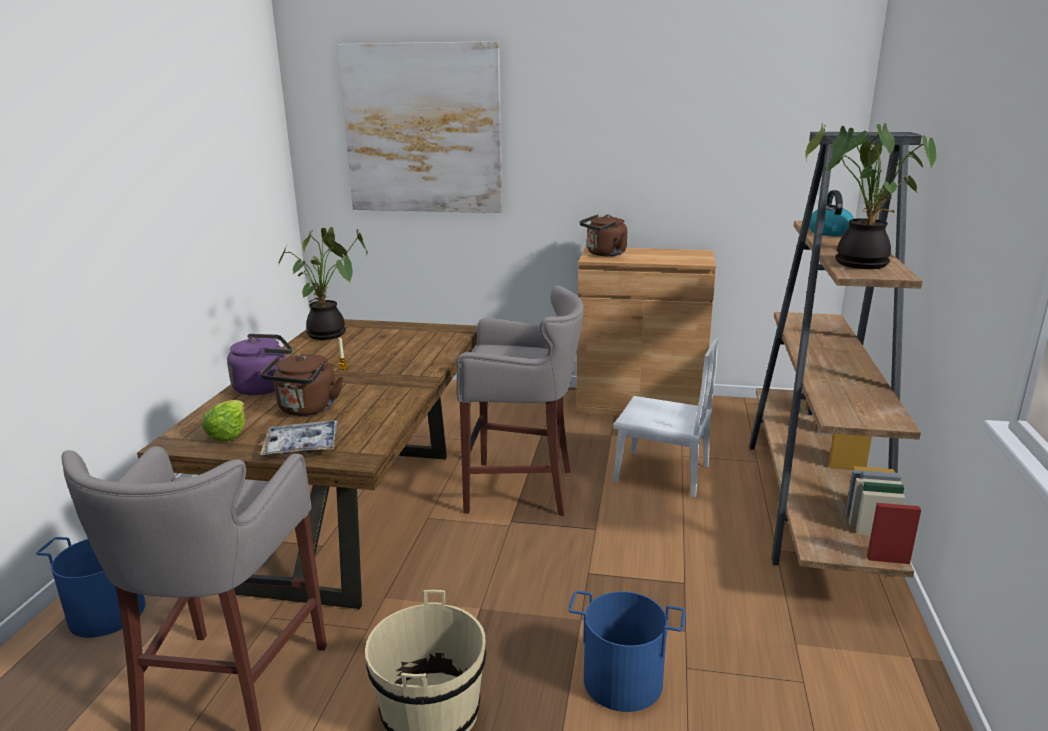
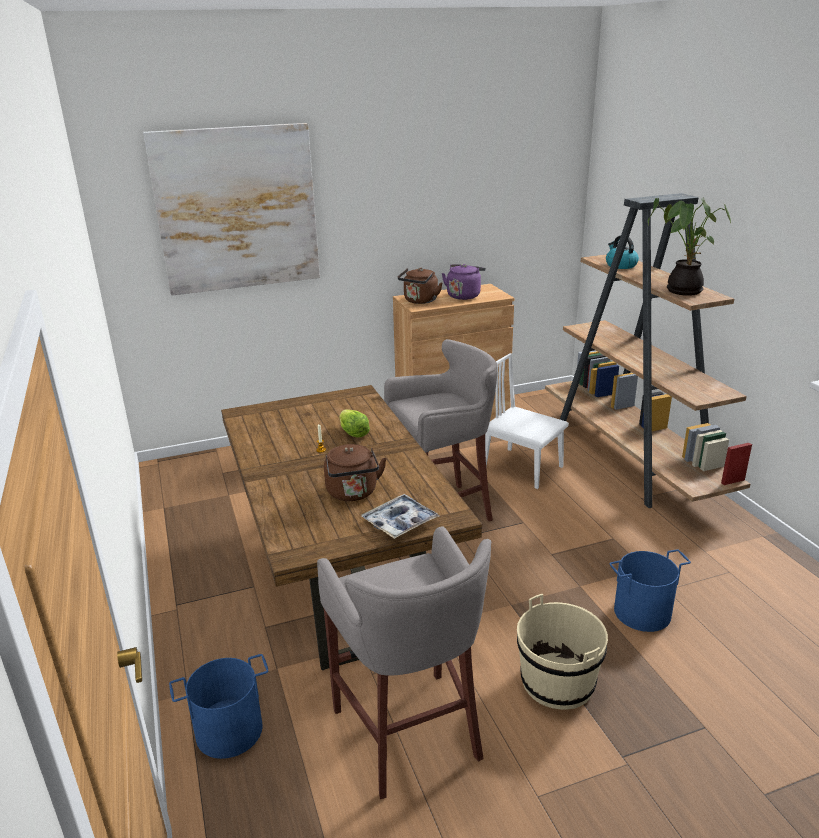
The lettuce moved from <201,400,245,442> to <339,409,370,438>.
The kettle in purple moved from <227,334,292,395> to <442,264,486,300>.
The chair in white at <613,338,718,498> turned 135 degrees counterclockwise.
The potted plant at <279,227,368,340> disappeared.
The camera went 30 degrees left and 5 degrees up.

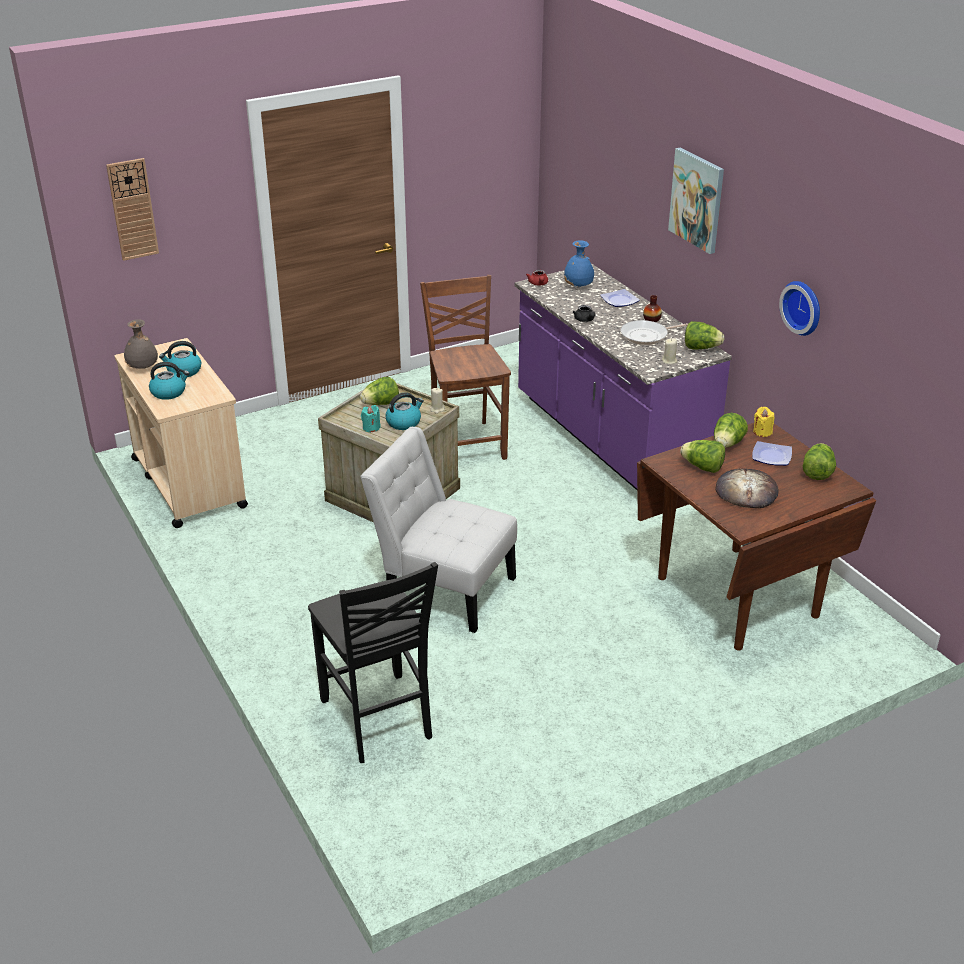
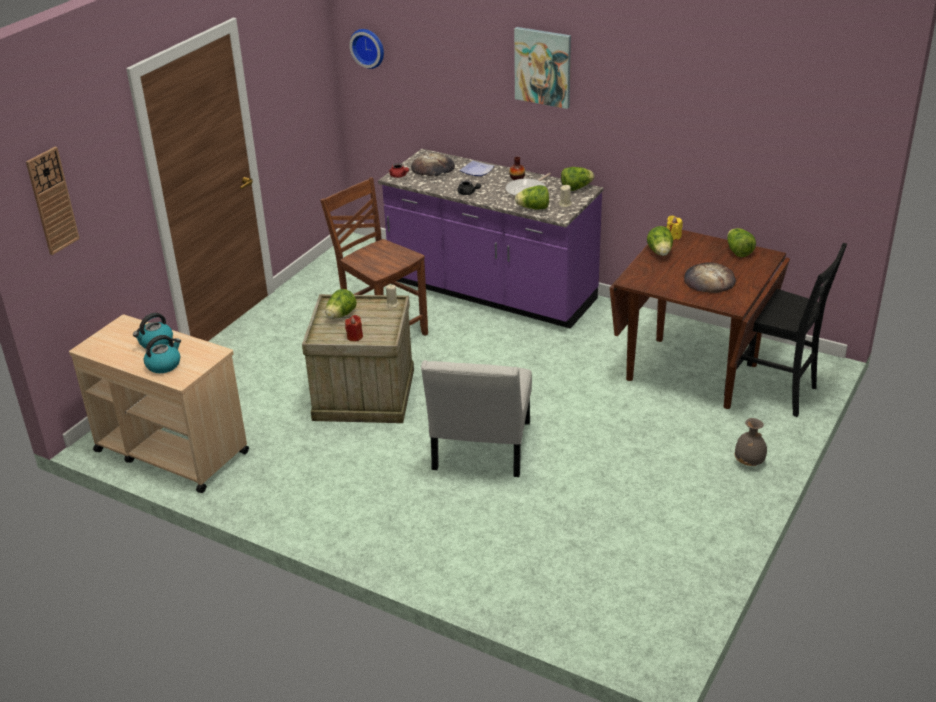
The candle in turquoise at <361,405,381,433> became the candle in red at <345,315,363,341>.
The wall clock moved from <779,281,820,336> to <349,29,384,69>.
The vase in blue at <564,240,594,287> was replaced by the bread at <411,153,455,176>.
The chair in white at <360,427,517,633> turned 75 degrees counterclockwise.
The lettuce moved from <680,440,725,473> to <515,185,549,210>.
The chair in black moved from <308,562,438,763> to <724,243,847,417>.
The vase in grey moved from <124,319,158,369> to <734,418,767,466>.
The kettle at <385,392,424,430> disappeared.
The plate at <752,441,792,466> disappeared.
The camera went 30 degrees left and 0 degrees up.

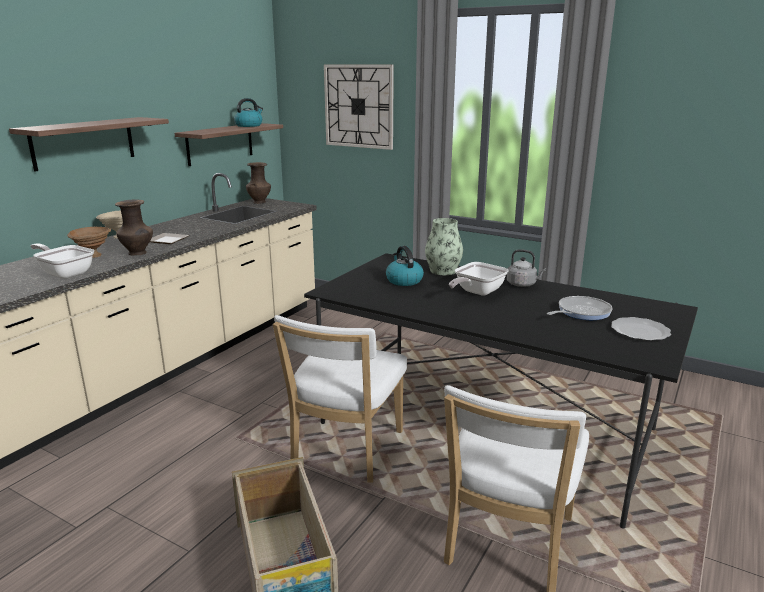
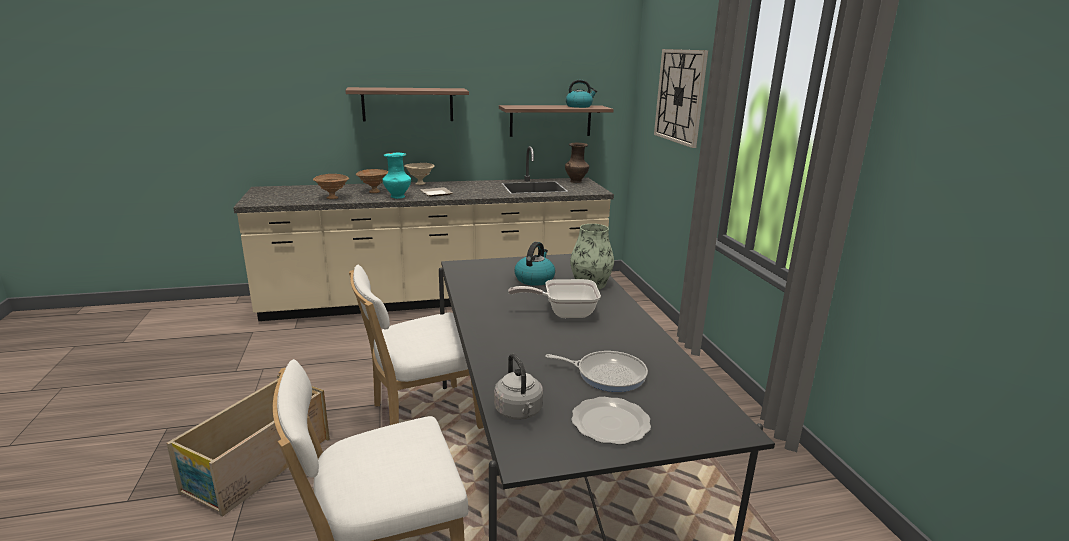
The frying pan at <31,243,94,279> was replaced by the bowl in brown at <313,174,349,199>.
The vase in brown at <115,200,153,255> became the vase in turquoise at <382,152,411,199>.
The kettle in grey moved from <507,249,546,287> to <494,354,543,420>.
The camera went 45 degrees right and 0 degrees up.

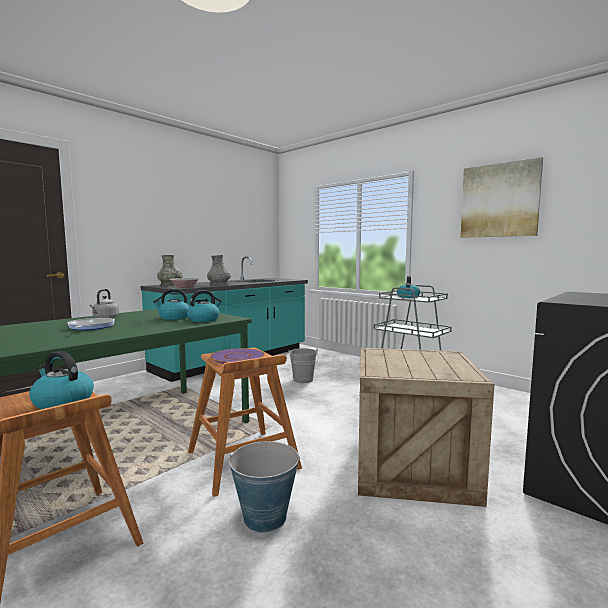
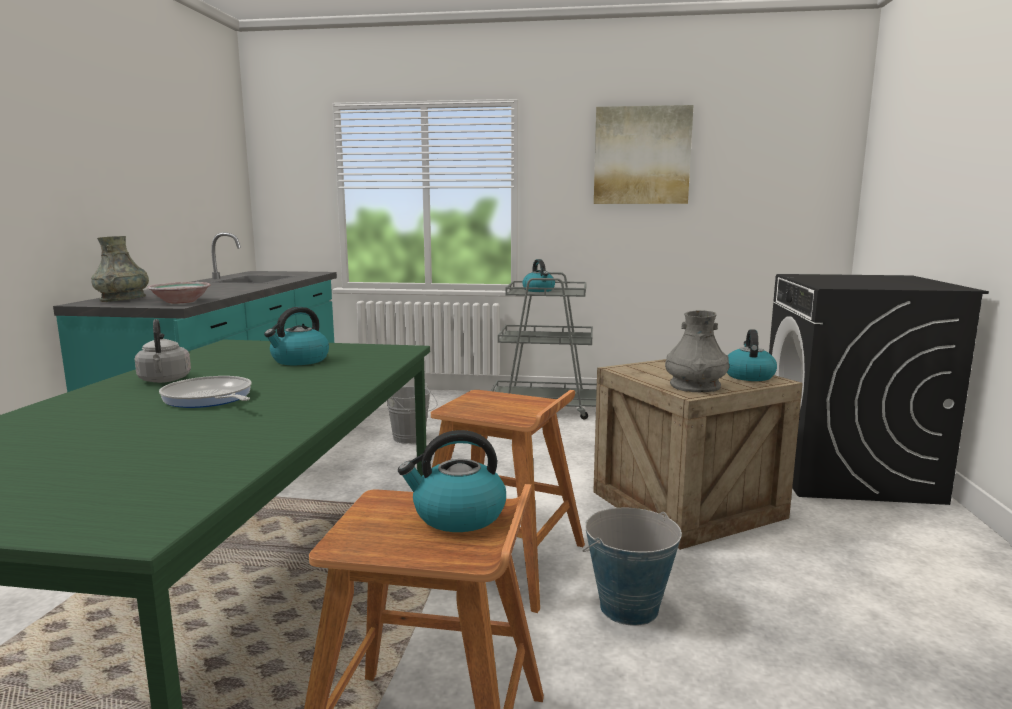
The vase in grey moved from <207,255,231,286> to <665,310,729,392>.
The kettle moved from <187,290,222,322> to <727,329,777,381>.
The plate in purple at <210,348,265,364> disappeared.
The camera went 35 degrees left and 5 degrees up.

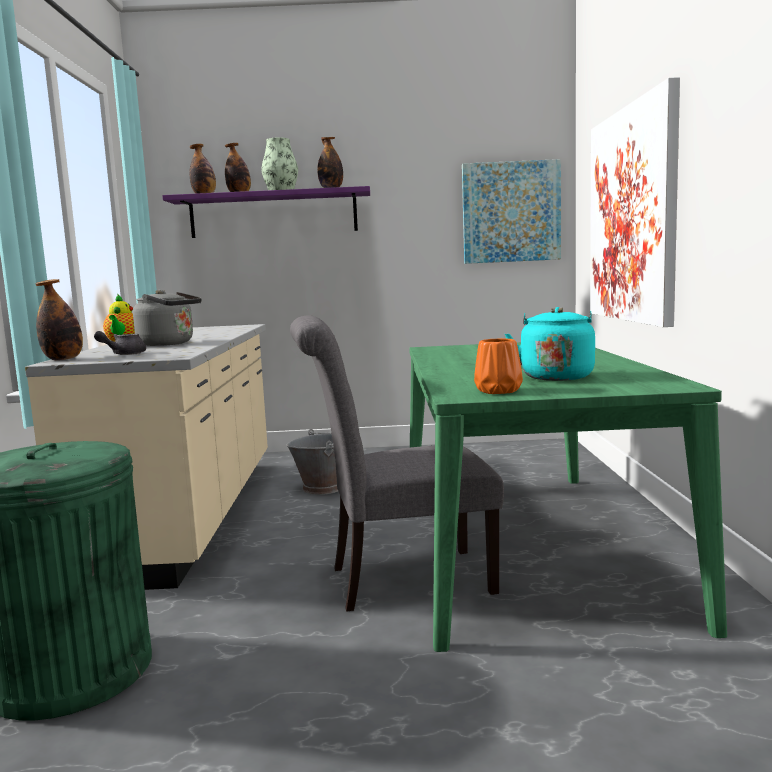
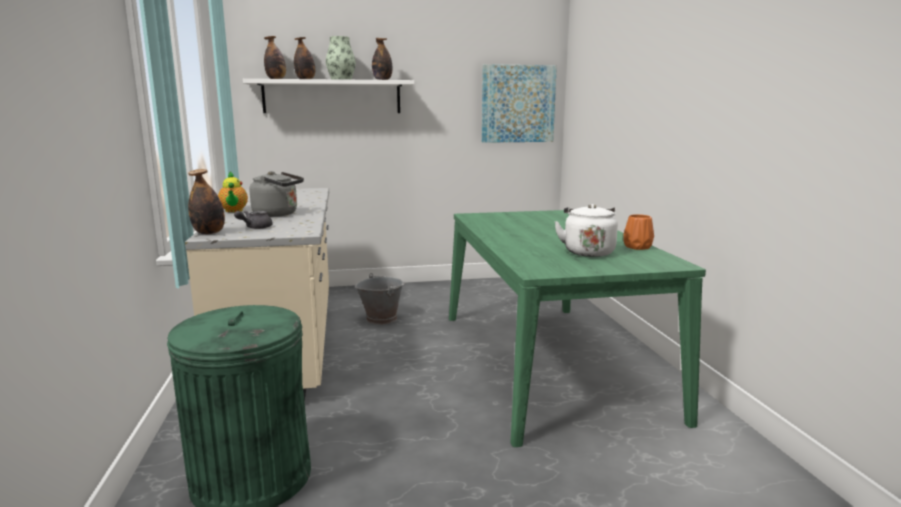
The shelf in purple at <162,186,370,238> became the shelf in white at <243,79,415,113>.
The kettle in turquoise at <505,307,595,381> became the kettle in white at <554,204,618,257>.
The vase in orange moved from <474,338,523,394> to <623,214,654,250>.
The chair in grey at <290,315,504,612> disappeared.
The picture at <590,77,680,327> disappeared.
The camera went 10 degrees left and 5 degrees up.

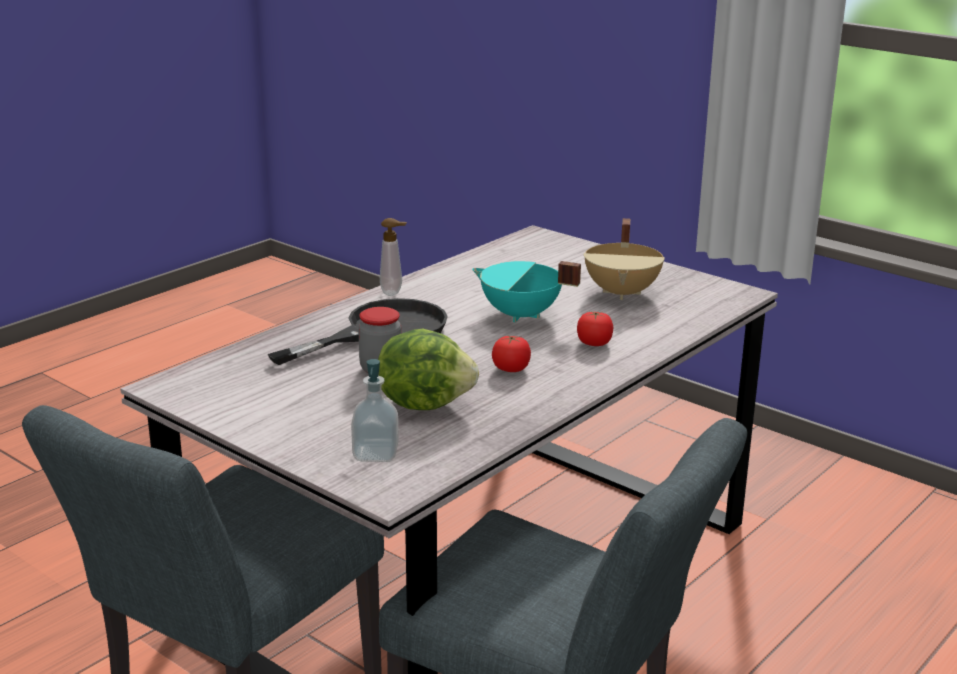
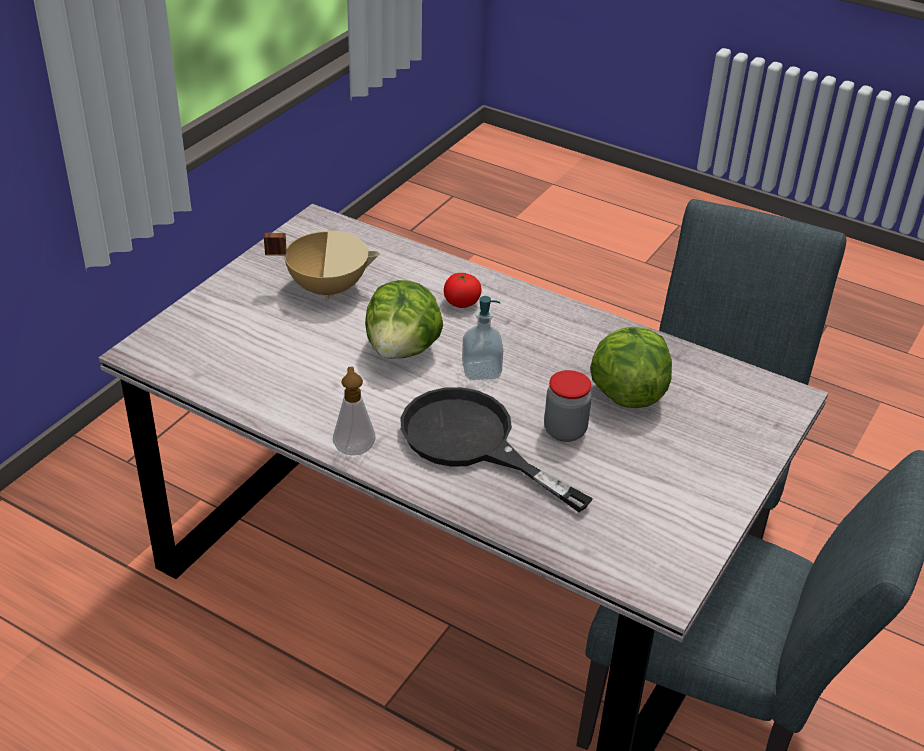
The cooking pot in turquoise at <472,261,581,322> was replaced by the lettuce at <365,280,443,359>.
The soap dispenser moved from <351,359,399,462> to <462,296,503,380>.
The tomato at <492,335,531,372> disappeared.
The camera went 100 degrees left and 15 degrees up.

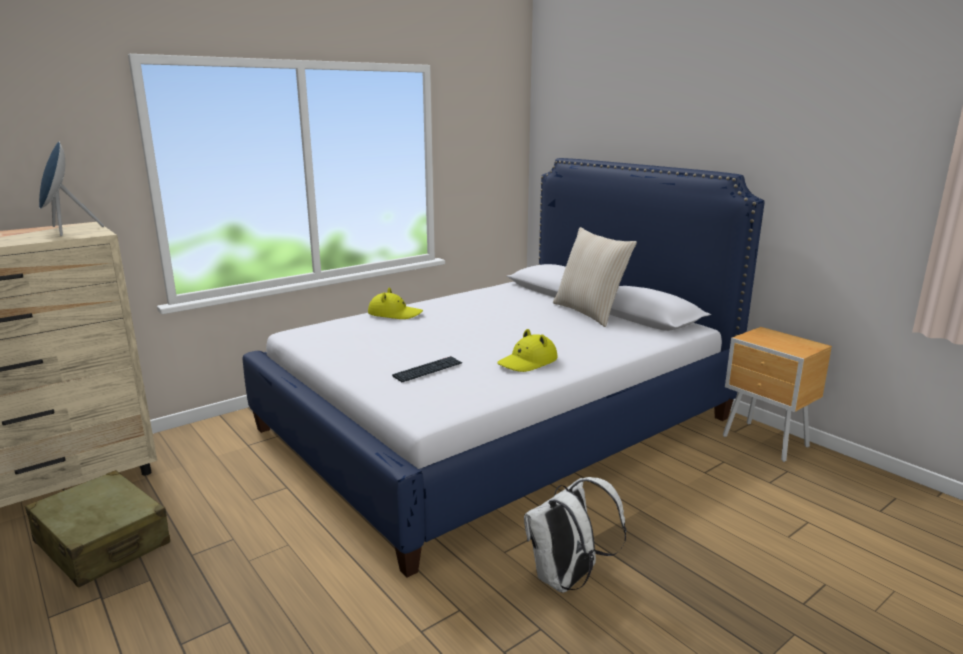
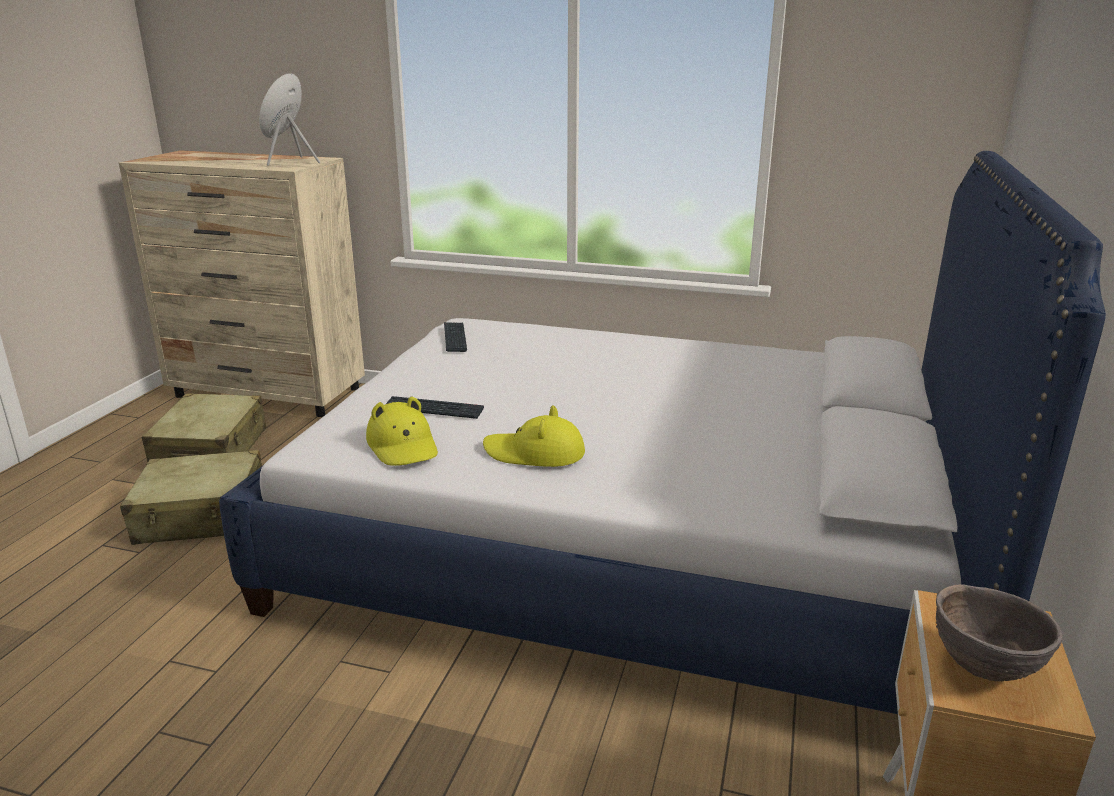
The suitcase in beige at <120,450,262,545> appeared.
The hat in yellow moved from <368,287,423,319> to <366,397,438,466>.
The keyboard at <444,322,467,352> appeared.
The bowl in brown at <936,584,1063,682> appeared.
The backpack in white at <524,477,626,593> disappeared.
The pillow in beige at <553,227,637,327> disappeared.
The camera went 55 degrees right and 5 degrees up.

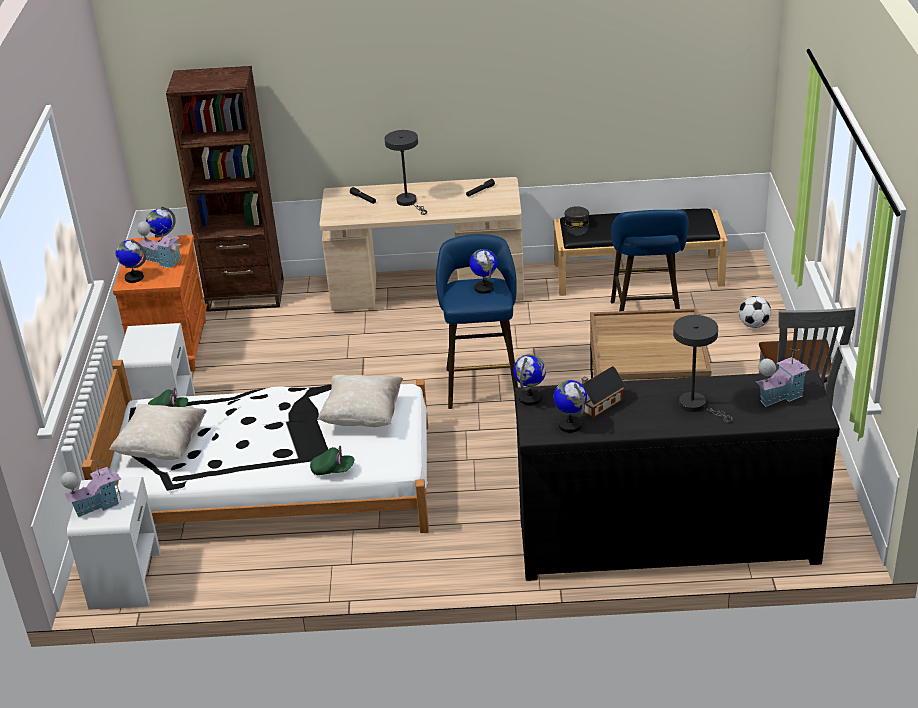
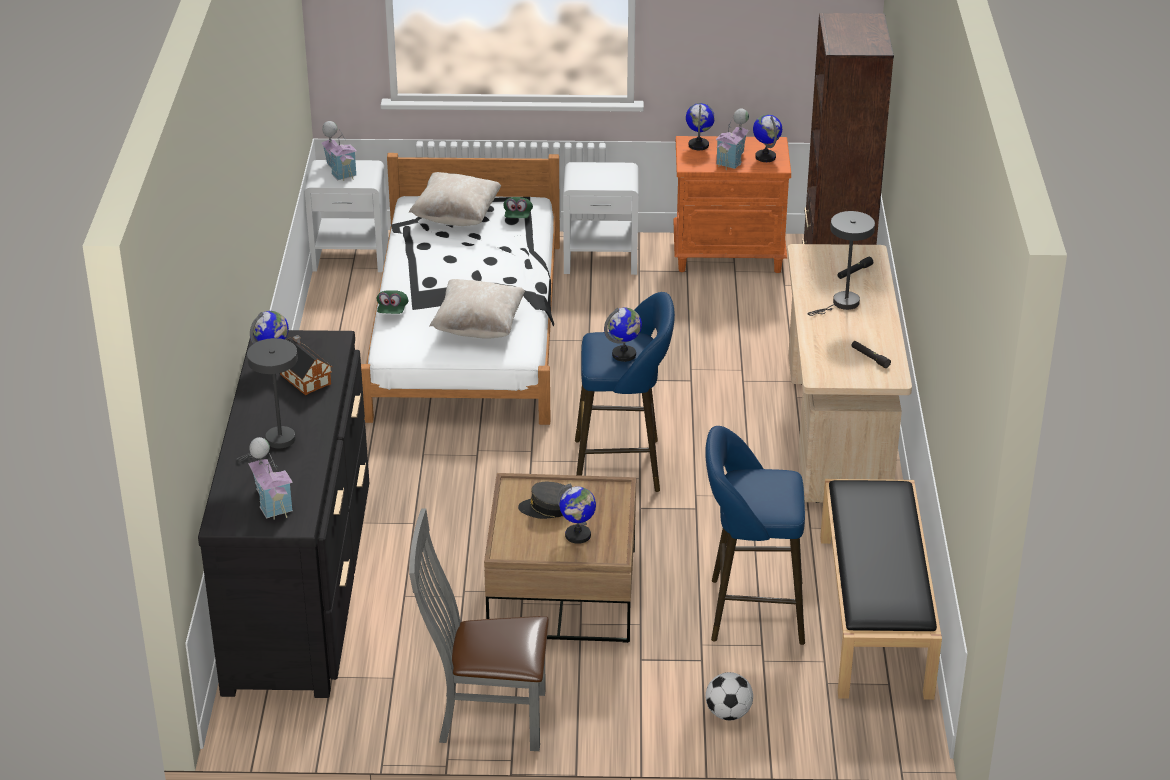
The cap in grey moved from <564,206,589,235> to <518,482,570,519>.
The globe moved from <513,354,546,405> to <557,484,596,544>.
The camera went 90 degrees right and 0 degrees up.

